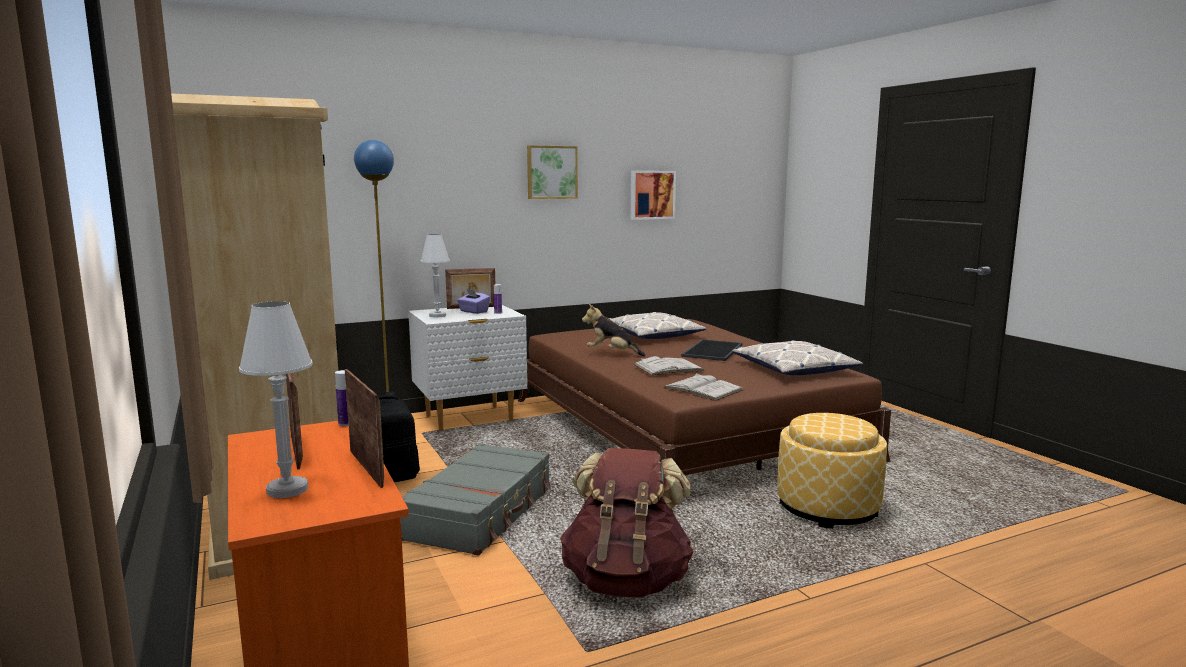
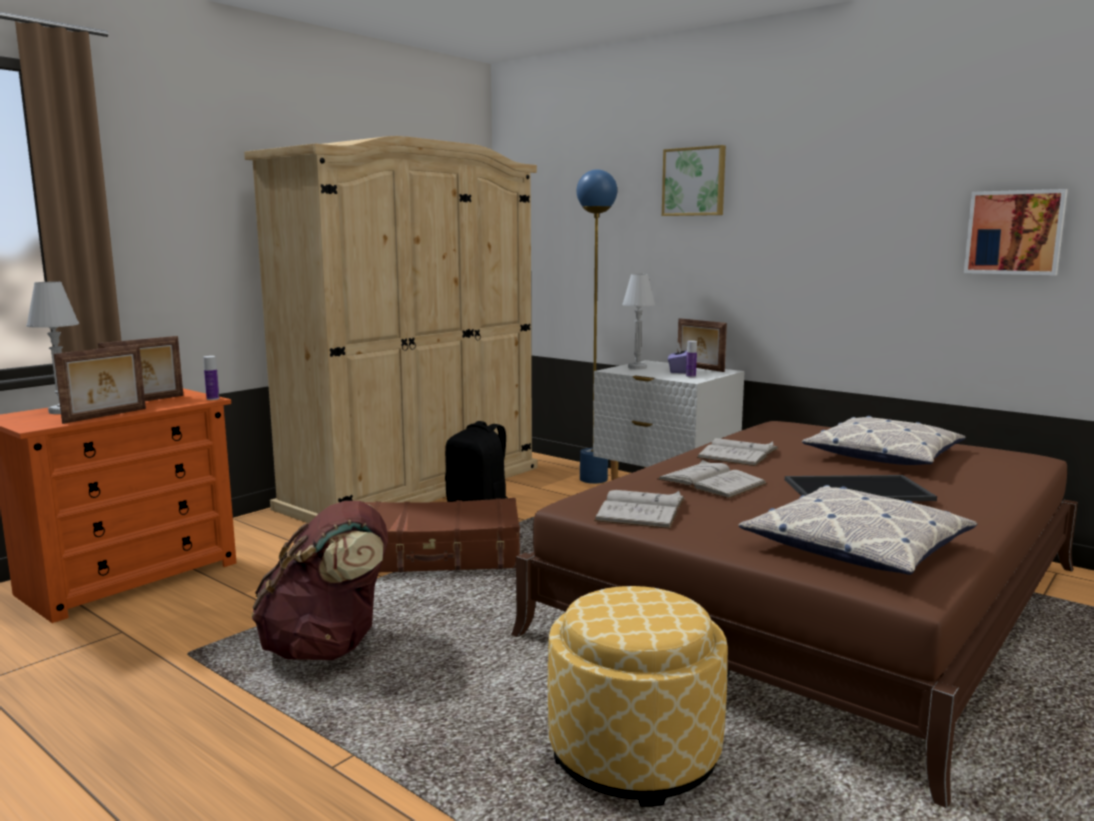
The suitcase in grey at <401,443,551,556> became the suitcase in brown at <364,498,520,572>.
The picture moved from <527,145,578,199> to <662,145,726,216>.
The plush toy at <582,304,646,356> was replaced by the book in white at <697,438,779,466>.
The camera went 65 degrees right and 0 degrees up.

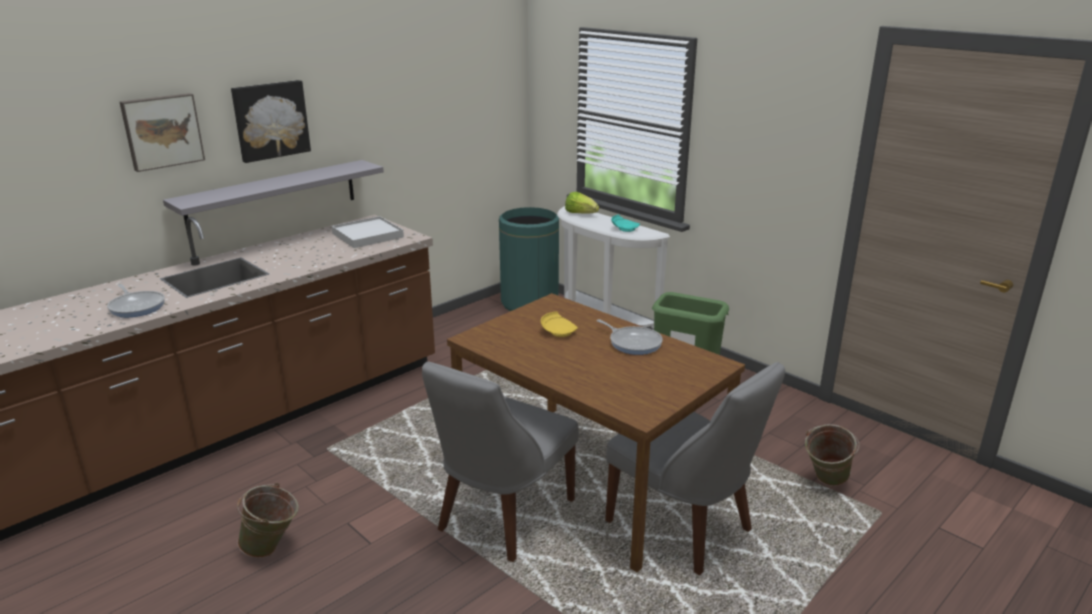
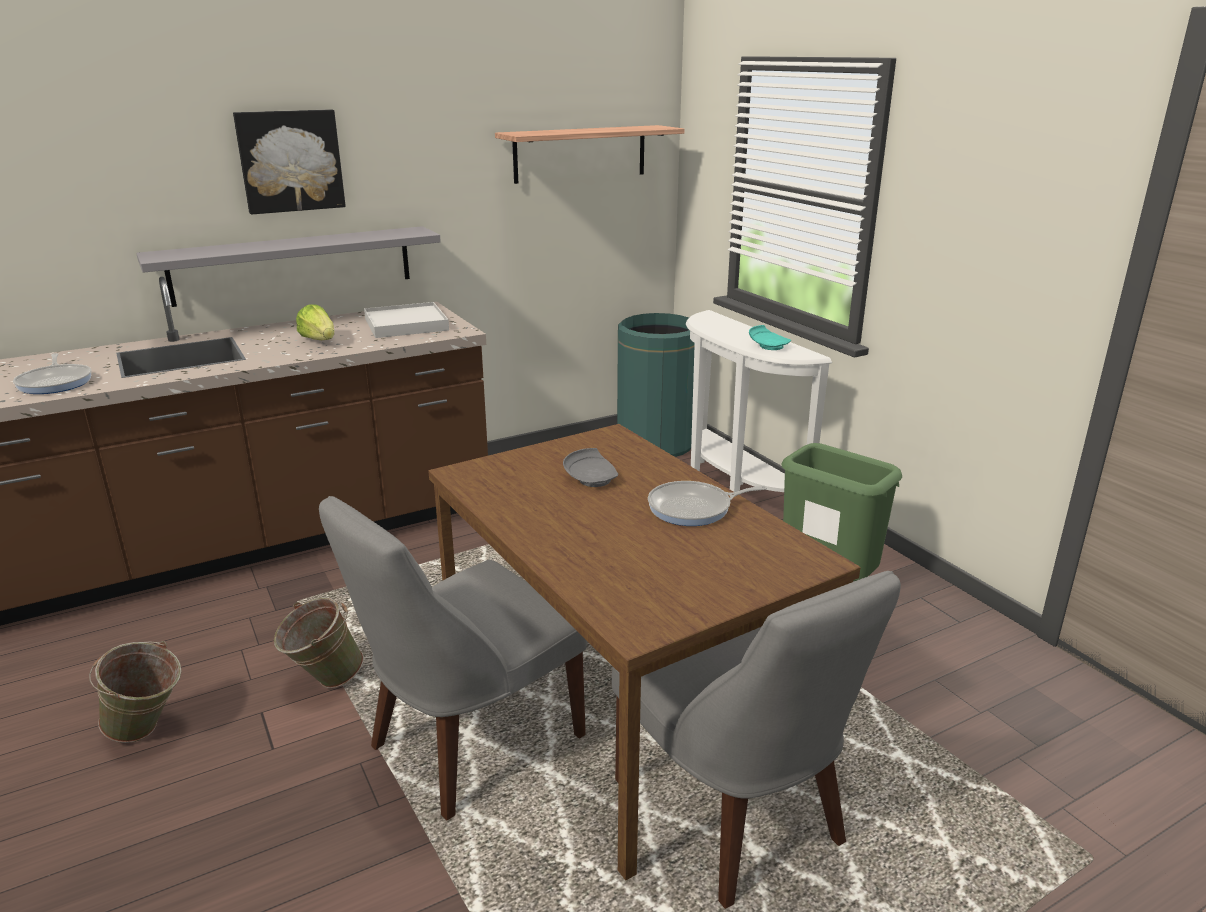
The bucket in green moved from <805,424,860,486> to <274,597,364,688>.
The lettuce moved from <565,192,599,213> to <296,304,334,340>.
The shelf at <495,125,684,184> appeared.
The plate in yellow at <541,311,578,337> became the plate in grey at <563,448,618,487>.
The frying pan at <596,319,663,355> turned 105 degrees clockwise.
The picture at <119,93,205,172> disappeared.
The camera went 15 degrees right and 0 degrees up.

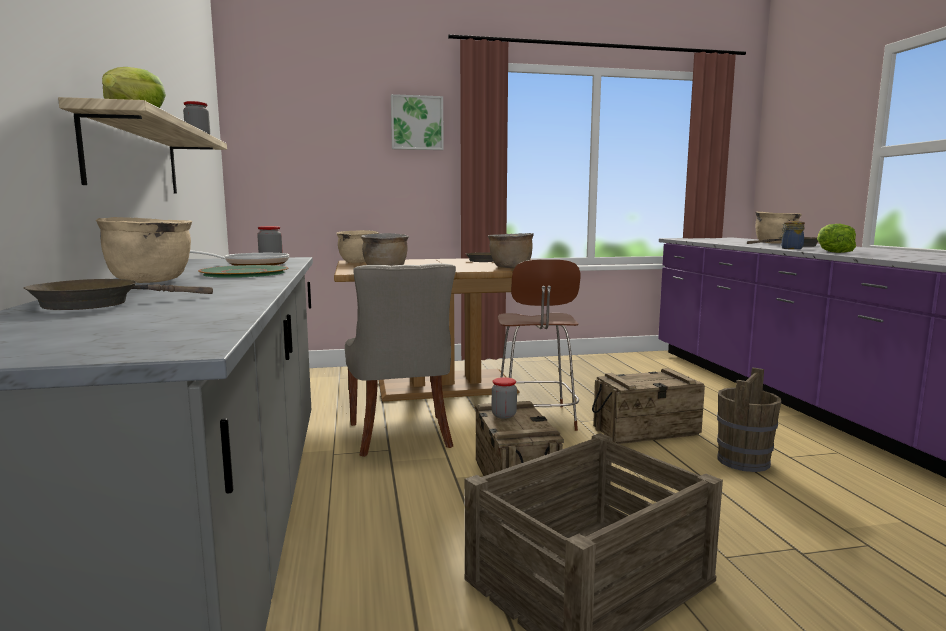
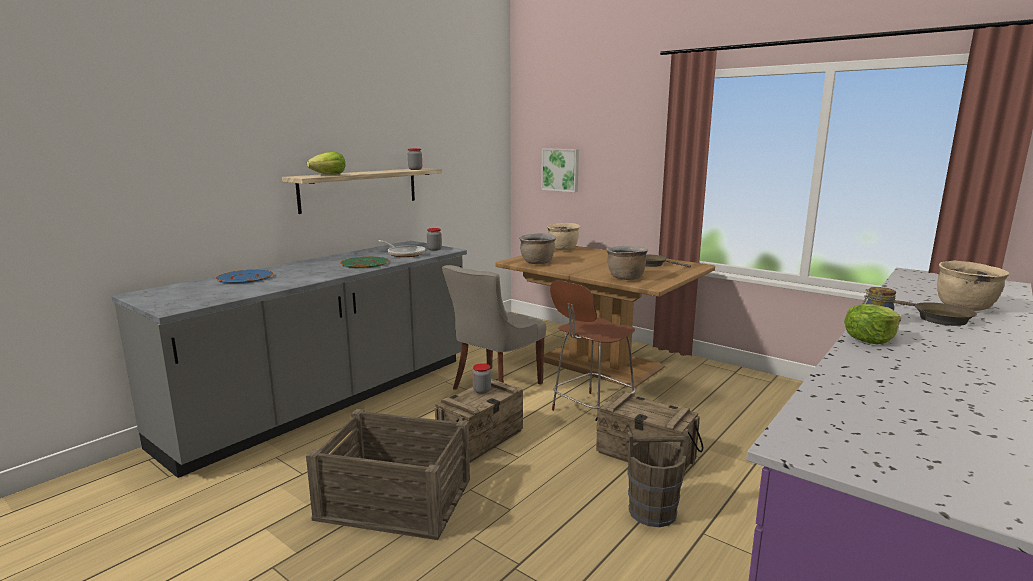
The frying pan in brown at <24,279,213,310> was replaced by the plate in blue at <216,269,273,284>.
The picture moved from <391,94,444,150> to <541,148,579,192>.
The cooking pot in beige at <96,217,192,283> disappeared.
The camera went 50 degrees right and 5 degrees up.

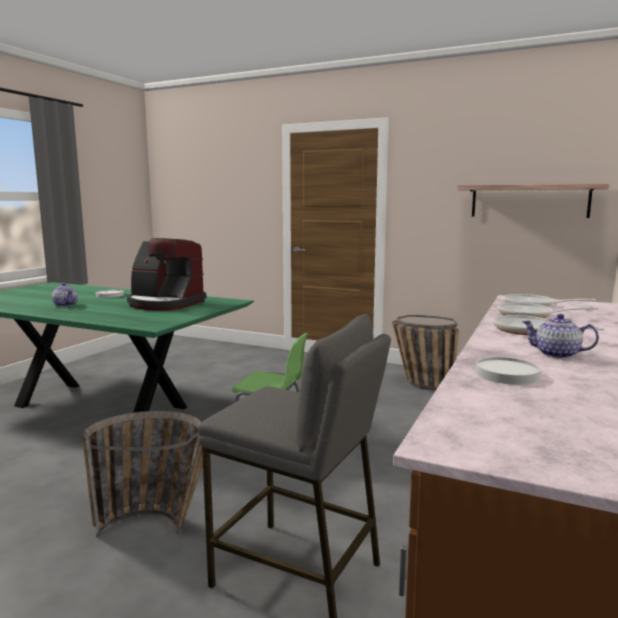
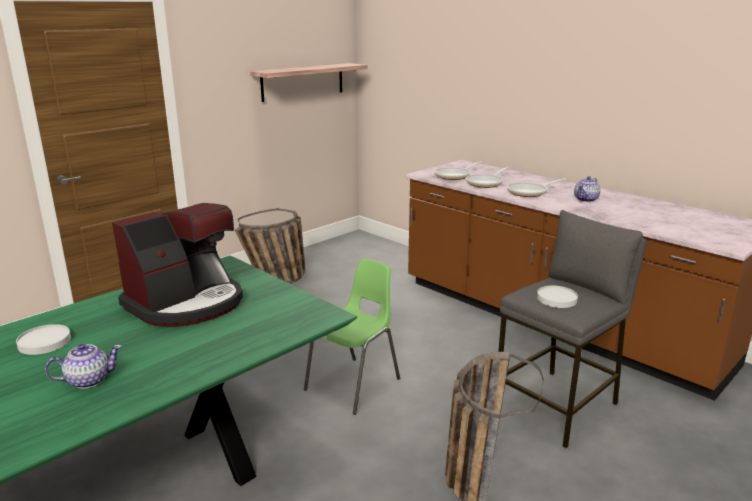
The plate in white moved from <476,357,540,385> to <537,286,578,308>.
The camera went 70 degrees left and 10 degrees up.

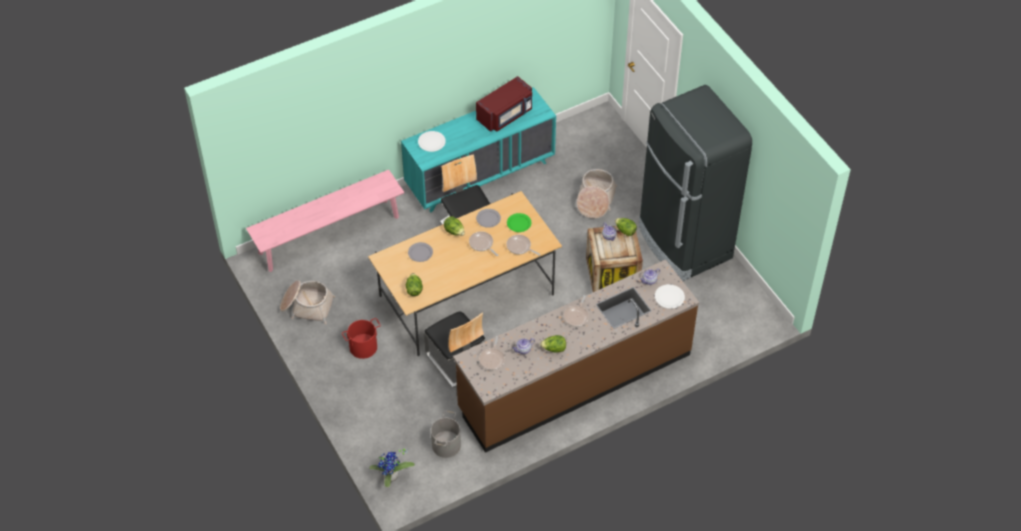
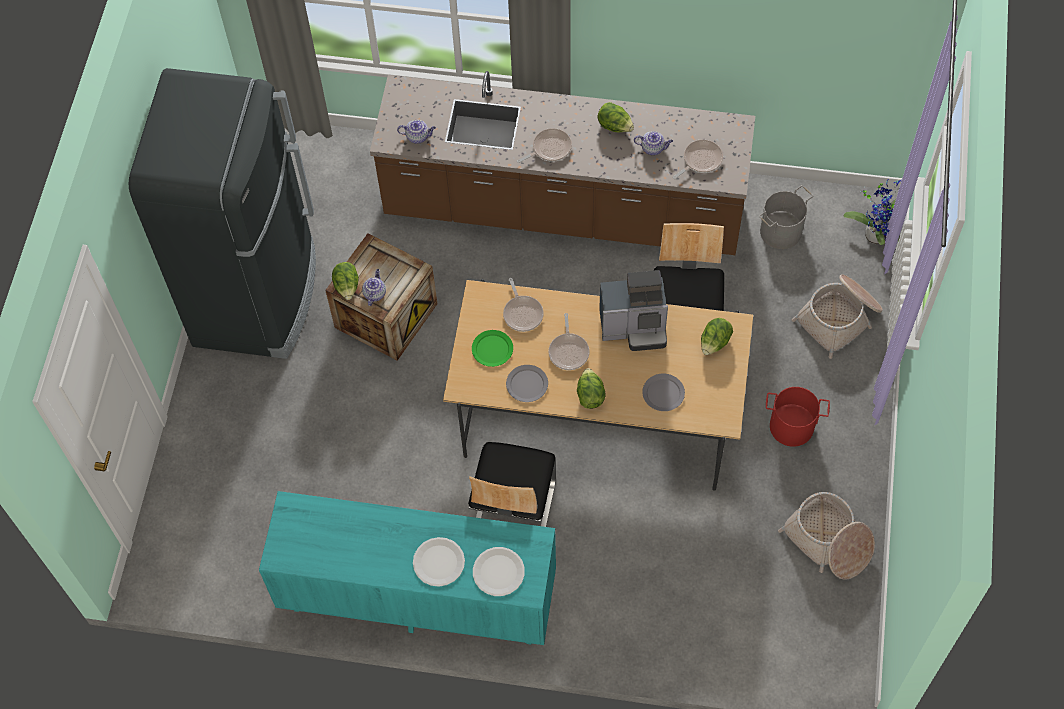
The plate in white moved from <655,284,685,309> to <413,537,465,587>.
The coffee machine at <599,270,668,351> appeared.
The basket moved from <577,169,617,218> to <792,274,883,359>.
The bench in pink at <246,170,405,272> disappeared.
The microwave in red at <476,76,532,132> disappeared.
The camera went 140 degrees left and 10 degrees up.

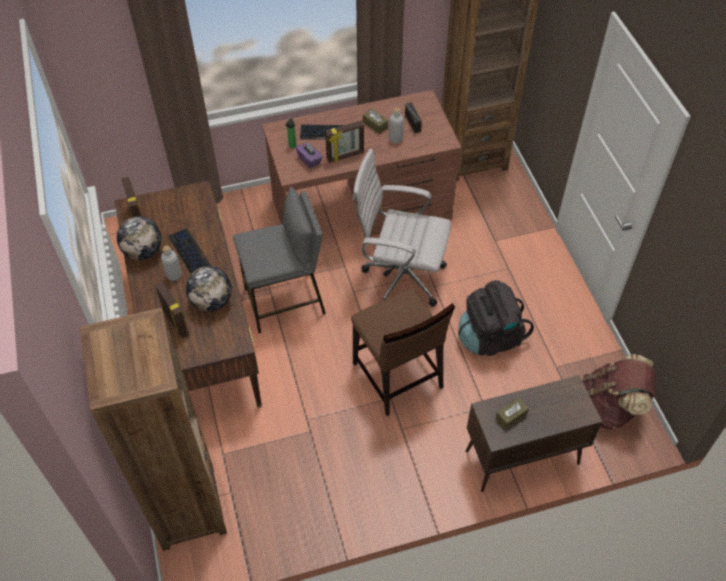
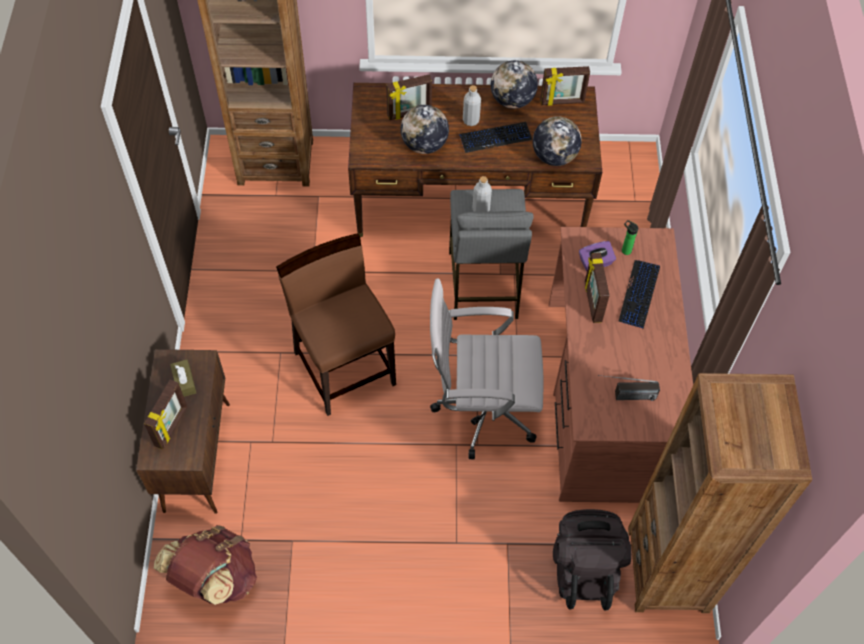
The picture frame at <144,380,187,449> appeared.
The chair in brown at <351,288,455,416> turned 75 degrees clockwise.
The office chair in white at <353,149,451,307> turned 120 degrees counterclockwise.
The bottle in grey moved from <389,107,404,143> to <473,176,492,212>.
The globe at <533,116,582,166> appeared.
The backpack in black moved from <458,280,534,356> to <553,509,631,611>.
The tissue box in brown at <363,109,388,134> disappeared.
The camera went 105 degrees right and 5 degrees up.

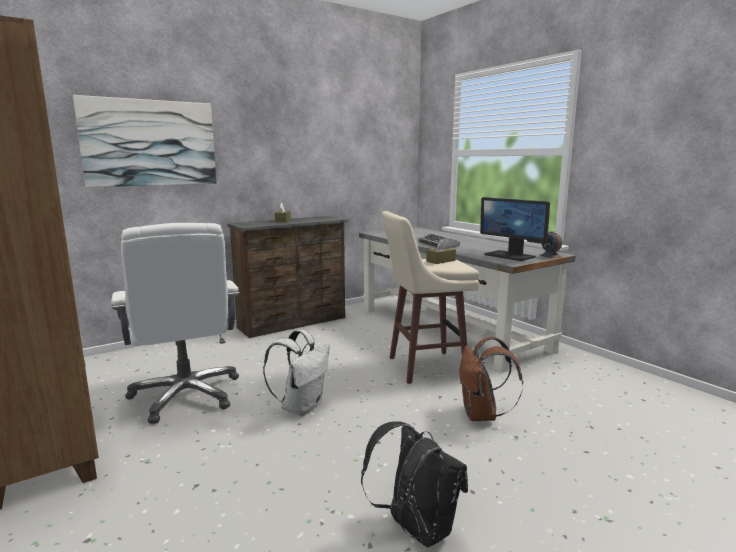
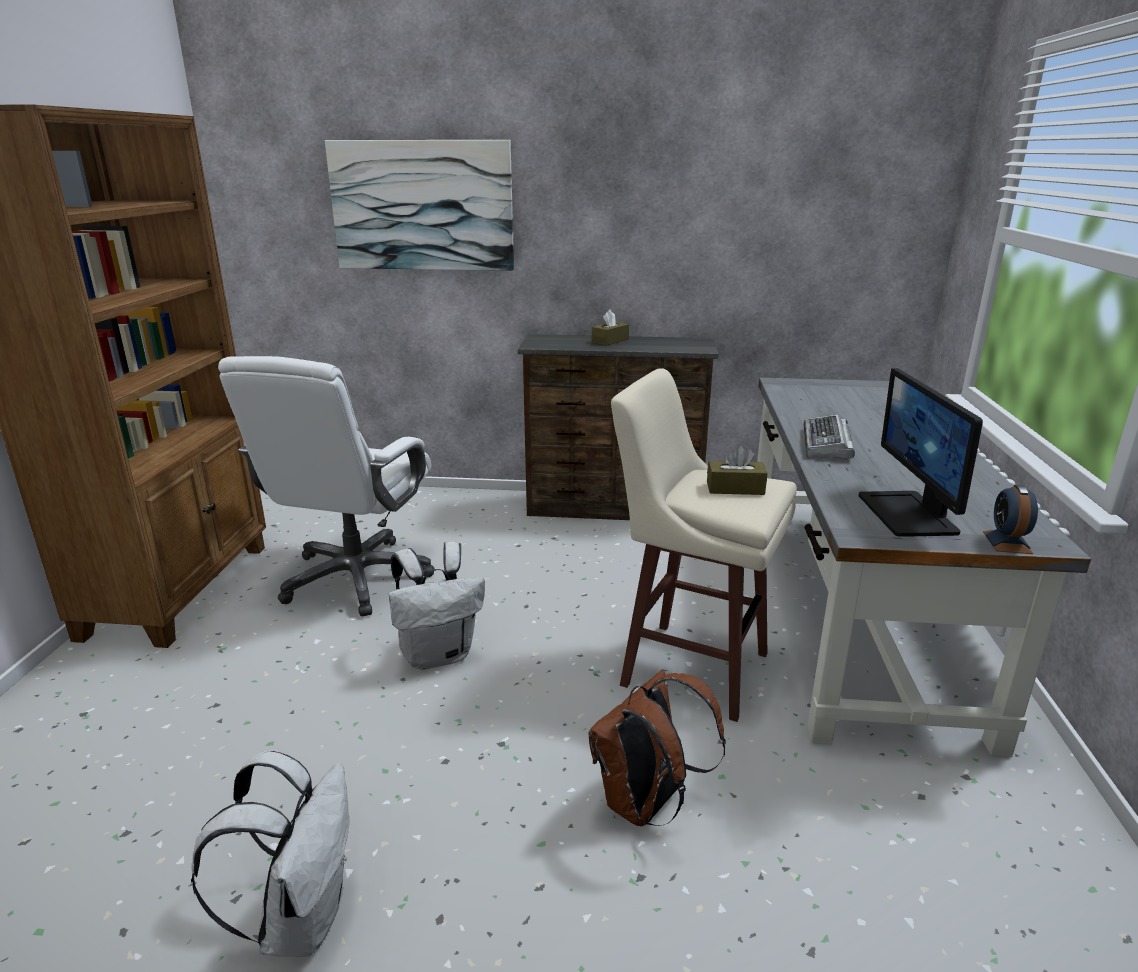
The backpack in black at <361,421,468,547> became the backpack in white at <191,751,349,957>.
The camera went 40 degrees right and 10 degrees up.

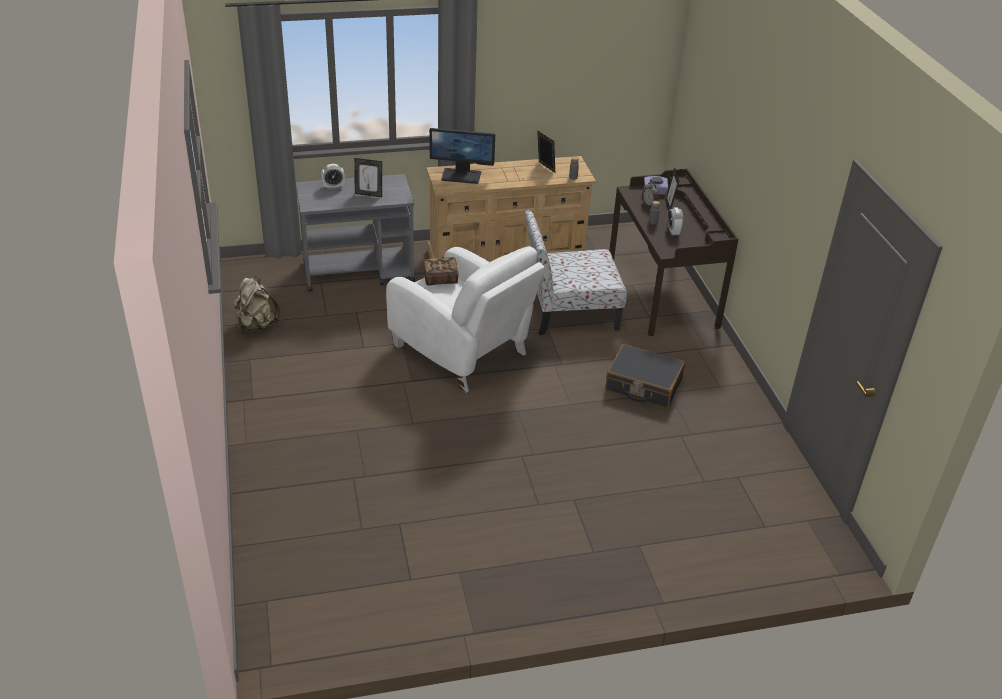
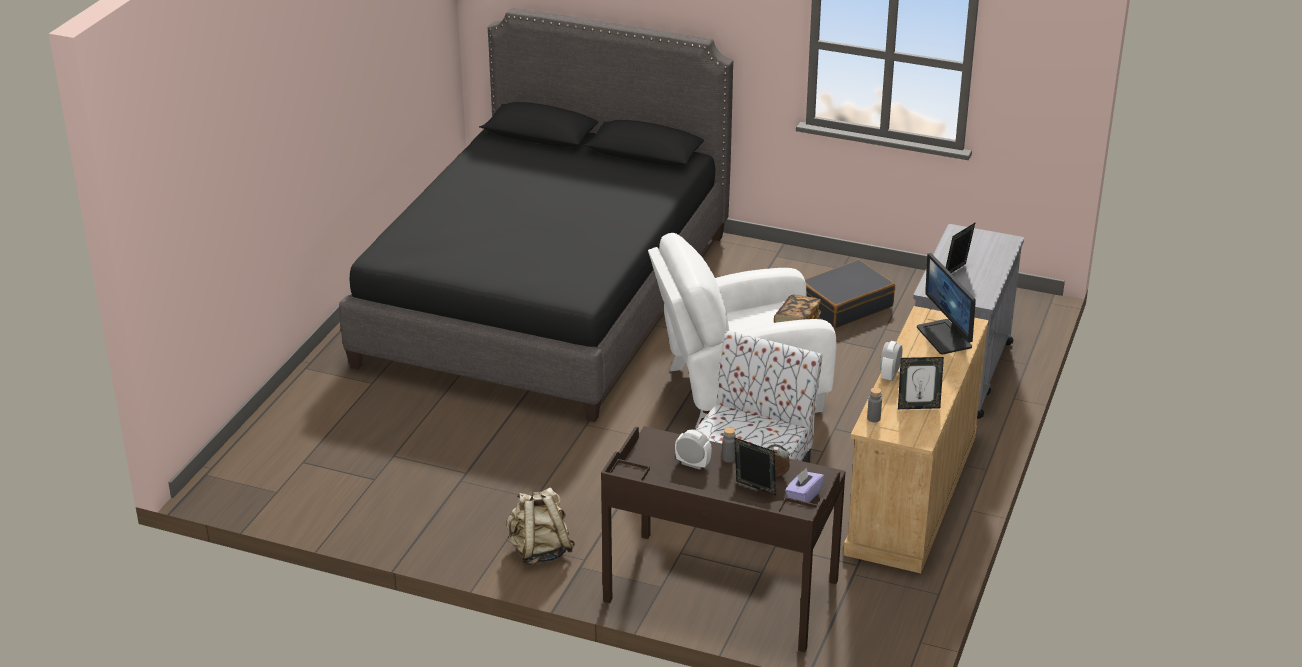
The bed in black at <339,8,733,422> appeared.
The backpack in beige moved from <233,276,280,332> to <507,487,575,565>.
The suitcase in black moved from <606,344,685,408> to <805,260,895,329>.
The alarm clock moved from <321,164,345,189> to <880,341,903,381>.
The monitor at <429,128,495,184> turned 60 degrees counterclockwise.
The camera went 125 degrees right and 5 degrees down.

